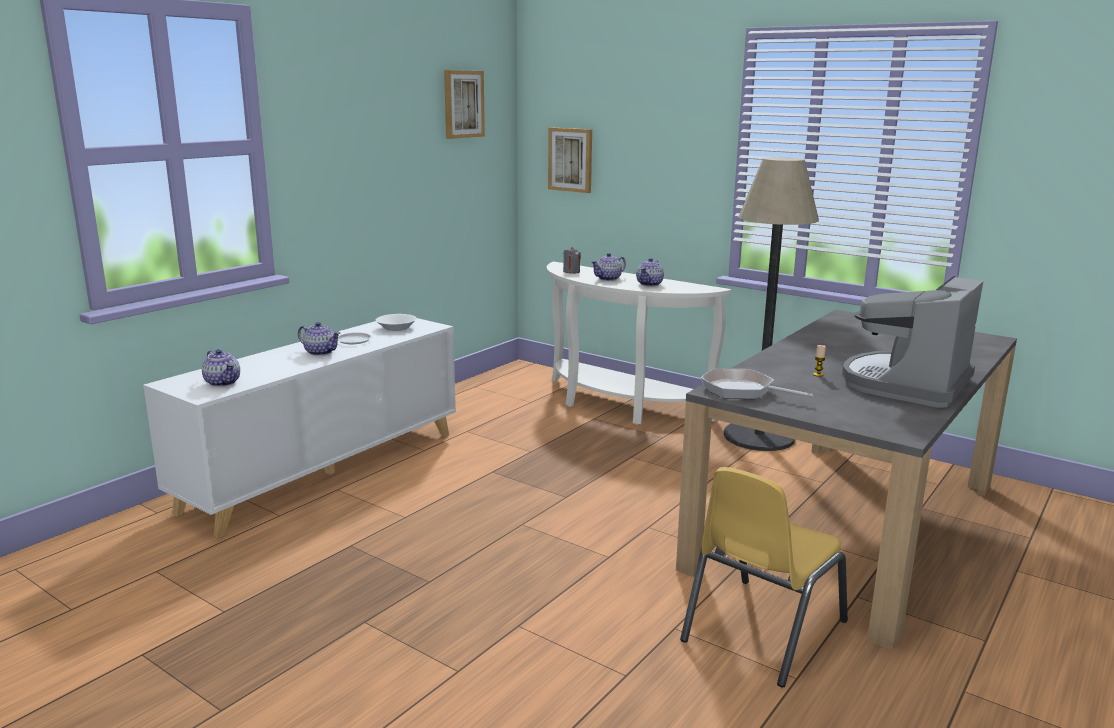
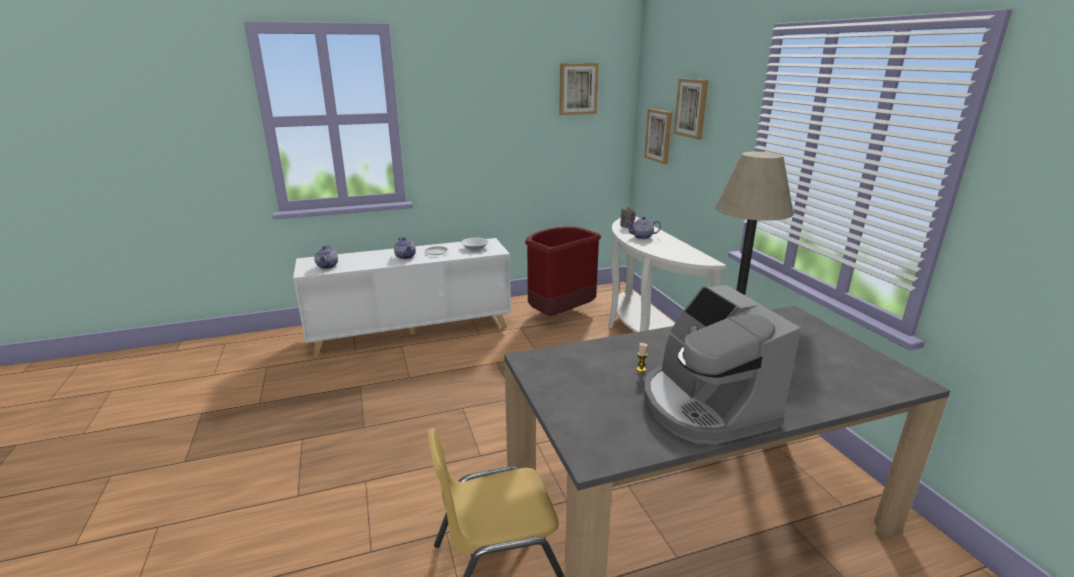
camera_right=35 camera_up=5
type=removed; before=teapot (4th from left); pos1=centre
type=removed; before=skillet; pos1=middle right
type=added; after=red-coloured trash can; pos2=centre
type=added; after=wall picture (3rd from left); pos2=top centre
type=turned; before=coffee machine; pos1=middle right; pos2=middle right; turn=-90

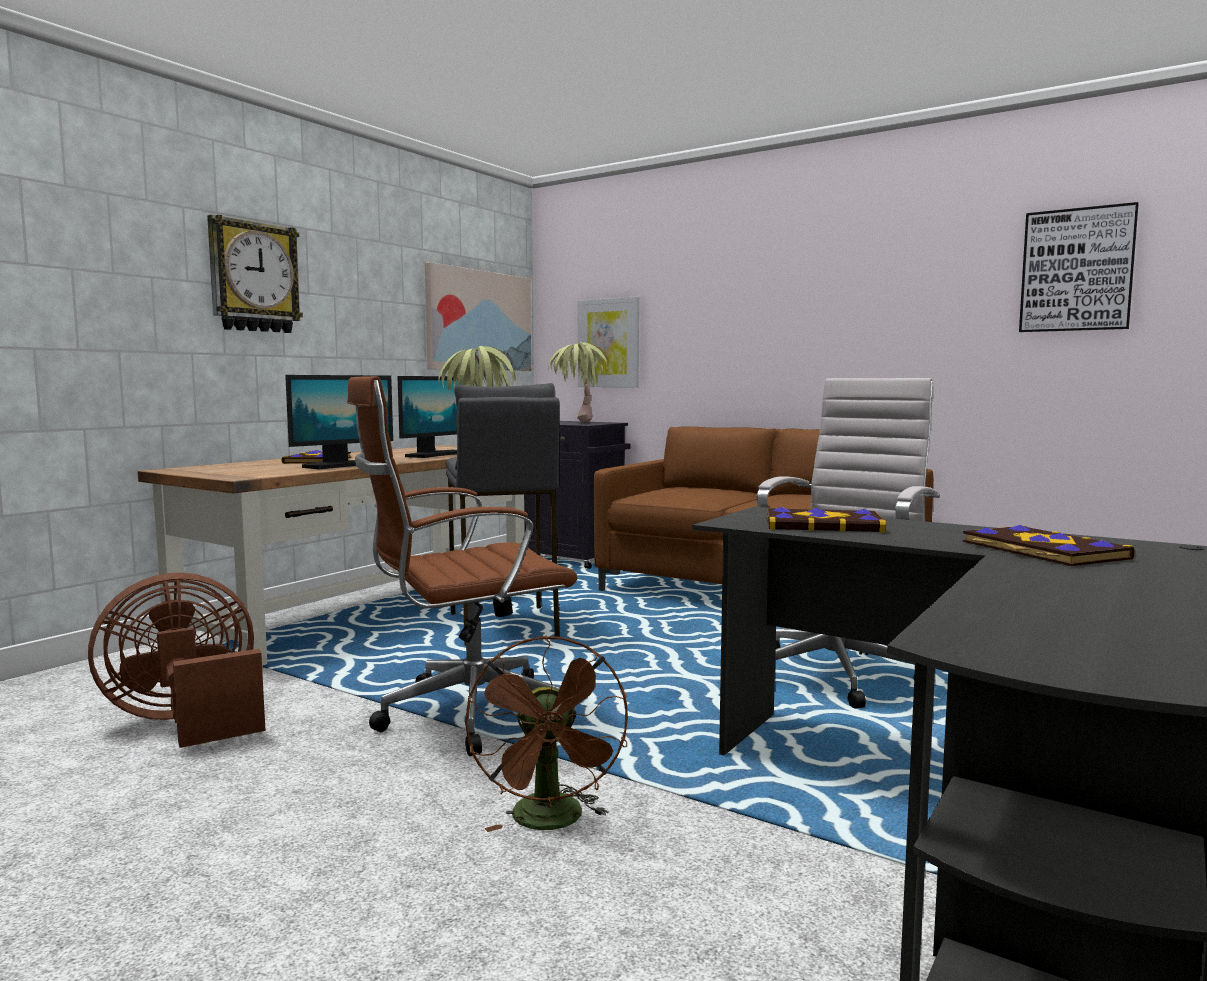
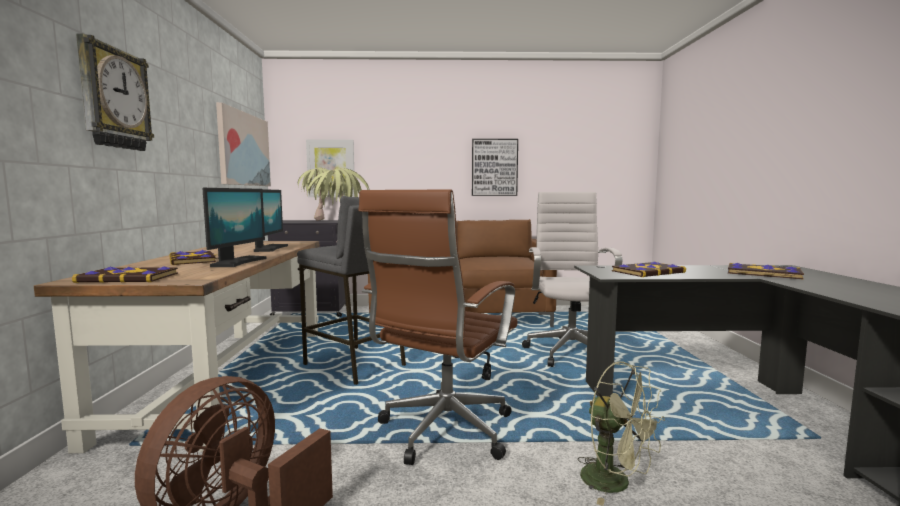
camera_right=-35 camera_up=0
type=added; after=bound book (1st from left); pos2=middle left
type=moved; before=wall picture (3rd from left); pos1=top right; pos2=top centre
type=recoloured; before=brown-coloured cooling fan (2nd from left); after=greenish cooling fan; pos1=bottom centre; pos2=bottom right

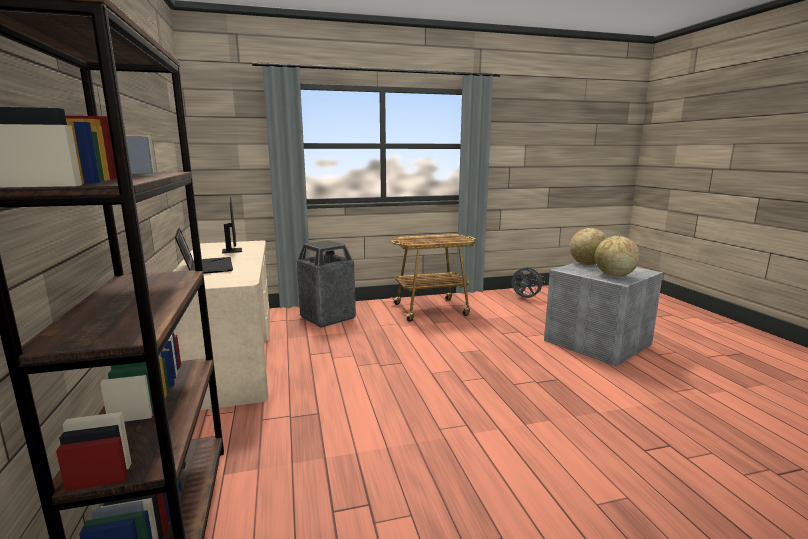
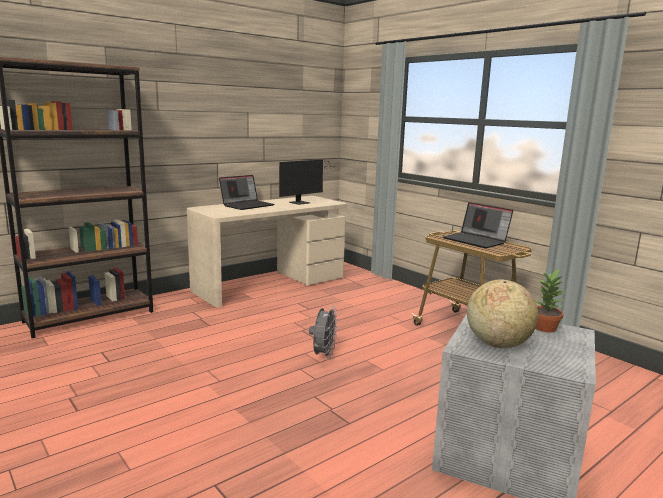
camera_right=65 camera_up=0
type=removed; before=trash can; pos1=centre
type=added; after=notebook computer (2nd from left); pos2=middle right
type=moved; before=greyish cooling fan; pos1=centre; pos2=bottom centre
type=replaced; before=world globe (1st from left); after=plant in a pot; pos1=middle right; pos2=middle right

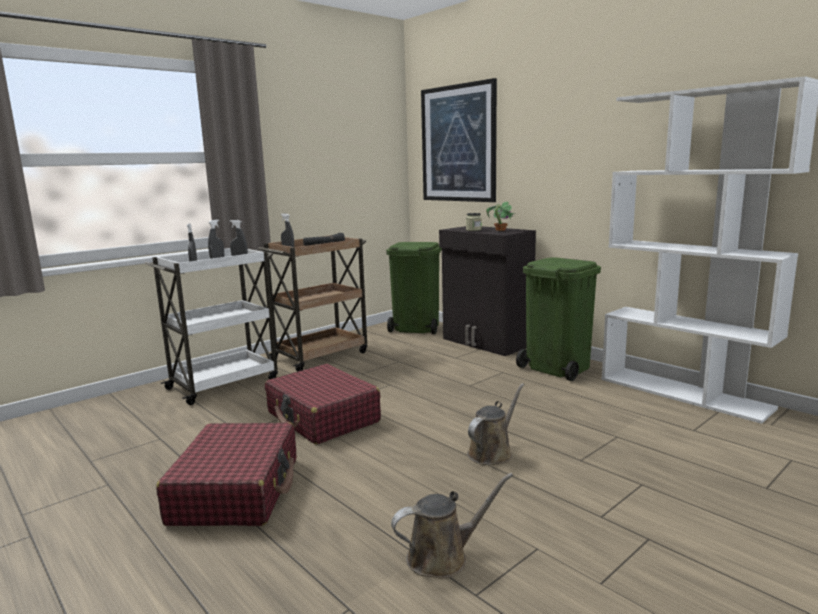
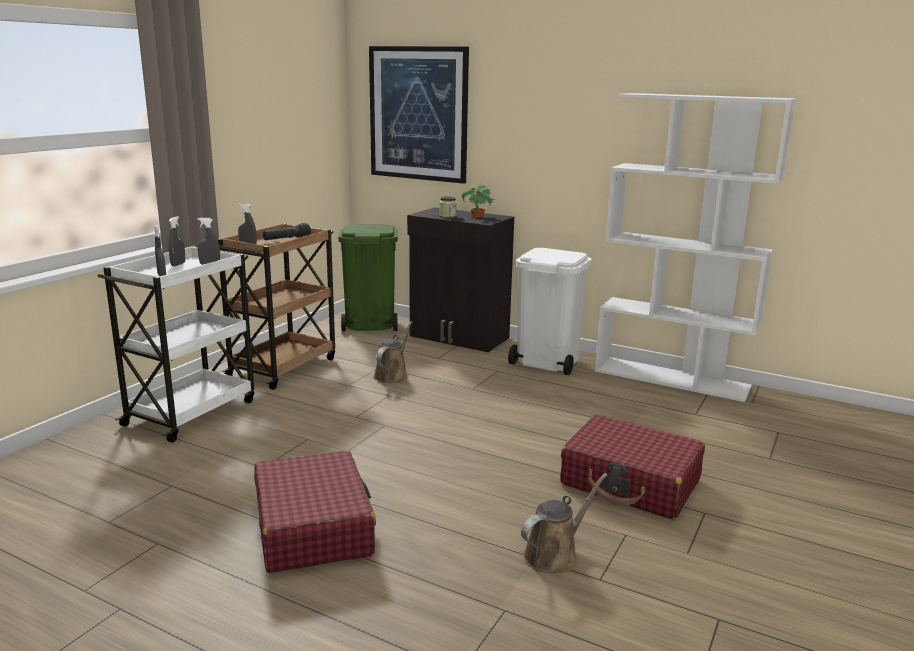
camera_right=-20 camera_up=5
type=moved; before=red-coloured suitcase (2nd from left); pos1=centre; pos2=bottom right
type=moved; before=brown-coloured watering pot (2nd from left in the first image); after=brown-coloured watering pot (1st from left); pos1=bottom centre; pos2=centre
type=recoloured; before=greenish trash can (2nd from left); after=whitish trash can; pos1=middle right; pos2=centre

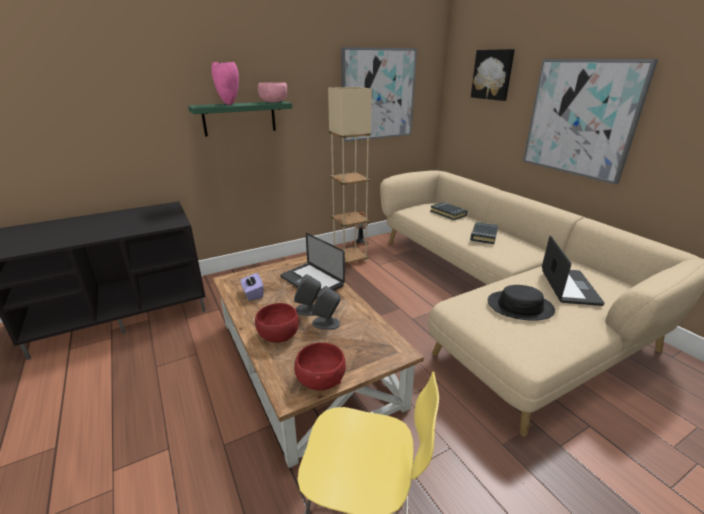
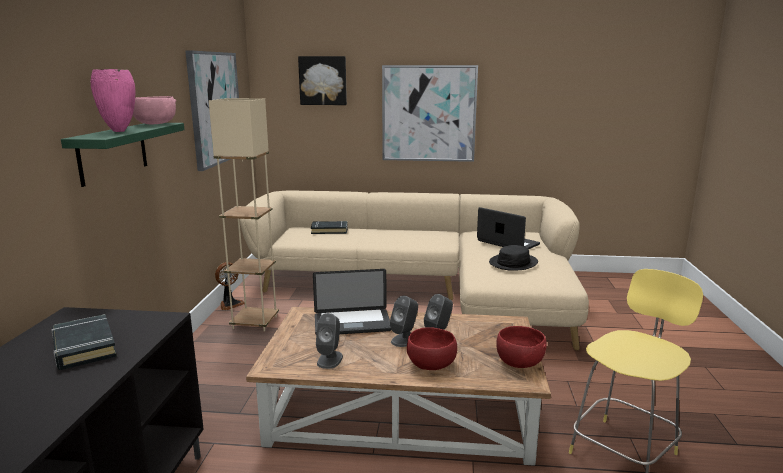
camera_right=-55 camera_up=-10
type=moved; before=black-coloured bound book (2nd from left in the first image); after=black-coloured bound book (1st from left); pos1=middle right; pos2=bottom left
type=replaced; before=purplish box of tissues; after=greyish loudspeaker (1st from left); pos1=centre; pos2=bottom centre

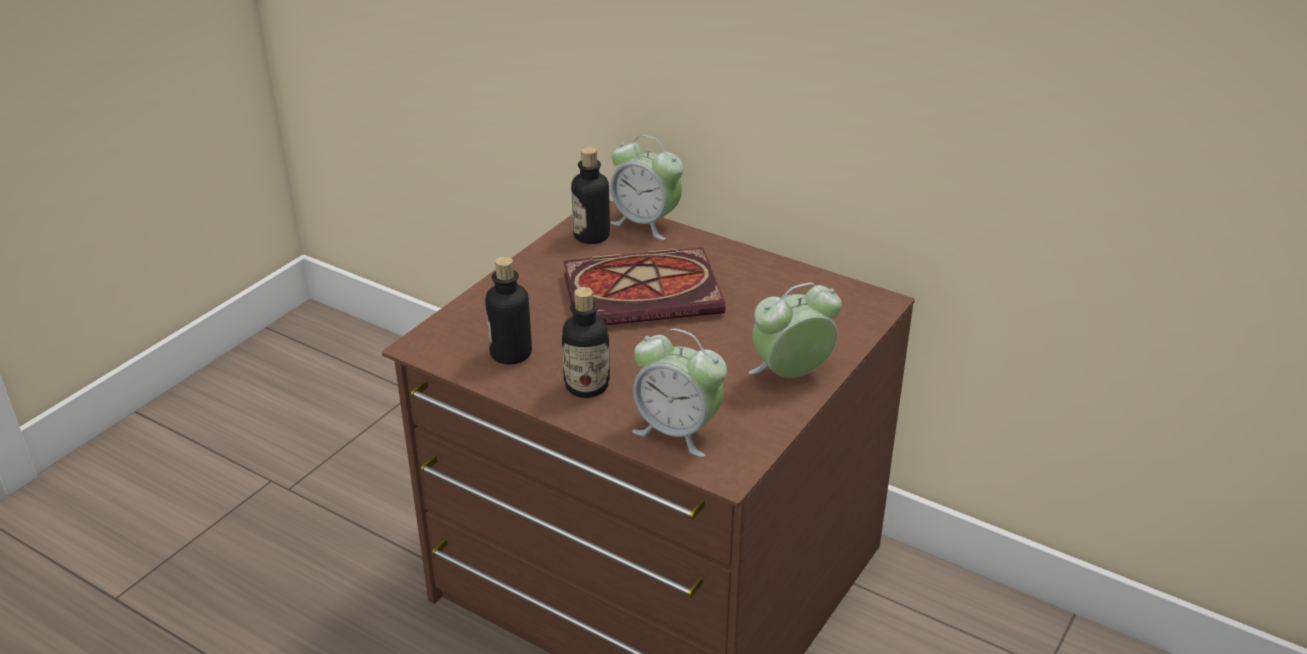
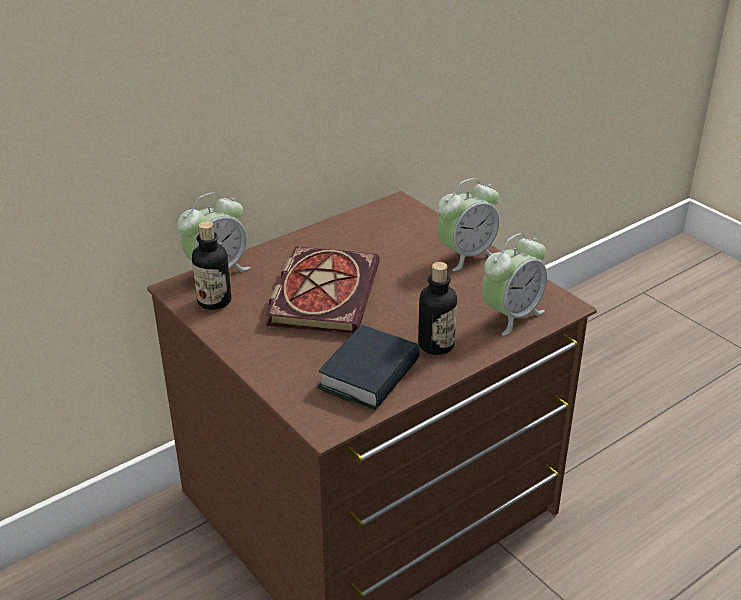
camera_right=-70 camera_up=0
type=replaced; before=beverage bottle (1st from left); after=bound book (2nd from left); pos1=centre; pos2=centre
type=turned; before=alarm clock (3rd from left in the first image); pos1=centre; pos2=centre; turn=-120

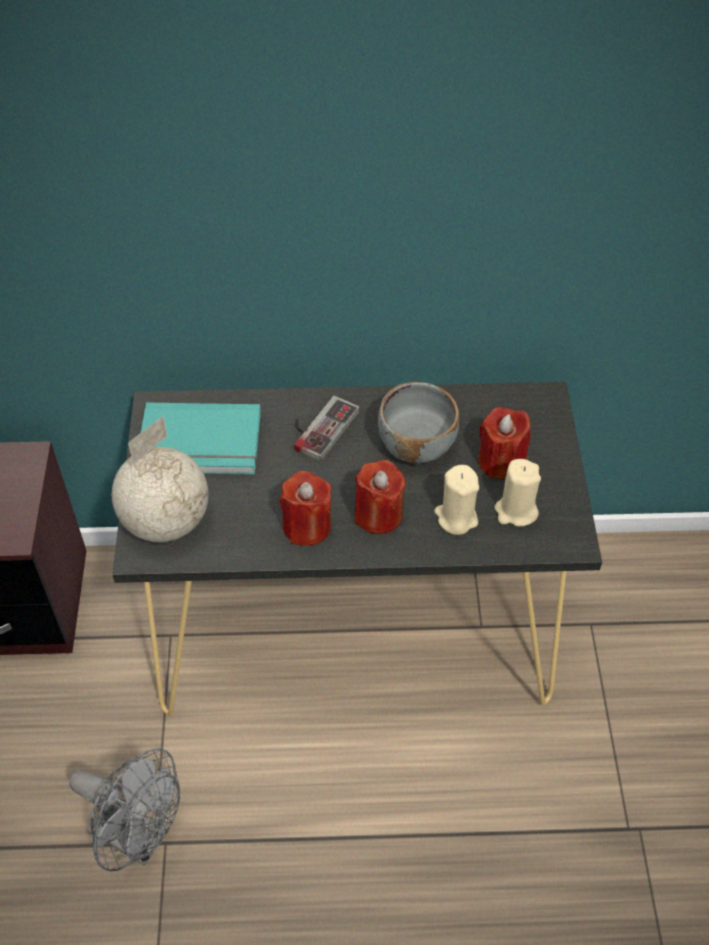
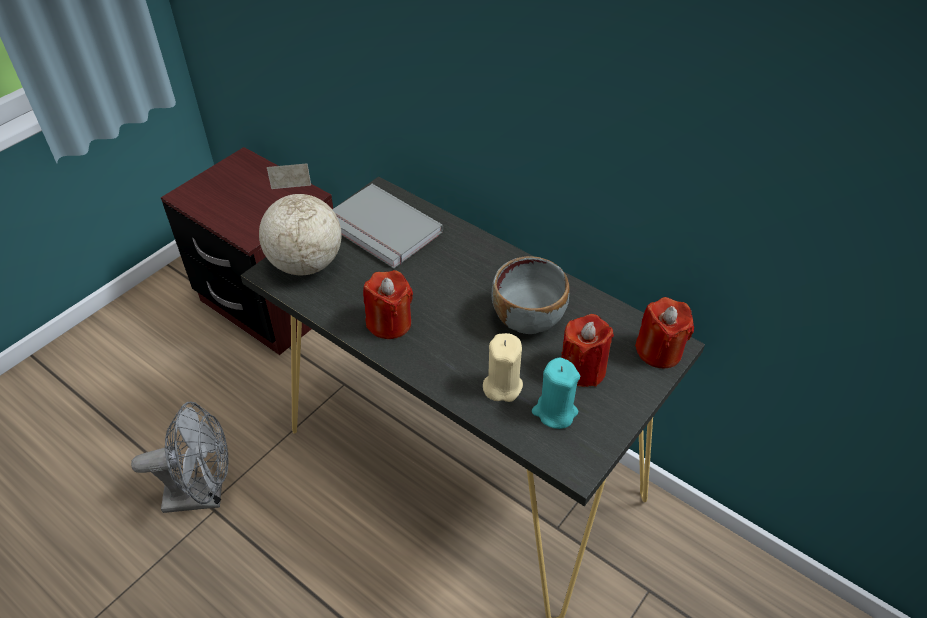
camera_right=40 camera_up=-5
type=removed; before=gamepad; pos1=centre
type=moved; before=red-coloured candle (2nd from left in the first image); after=red-coloured candle (3rd from left); pos1=centre; pos2=middle right
type=recoloured; before=turquoise-coloured bound book; after=greyish bound book; pos1=middle left; pos2=centre
type=recoloured; before=beige candle (2nd from left); after=turquoise-coloured candle; pos1=middle right; pos2=centre
type=turned; before=greyish cooling fan; pos1=bottom left; pos2=bottom left; turn=-75

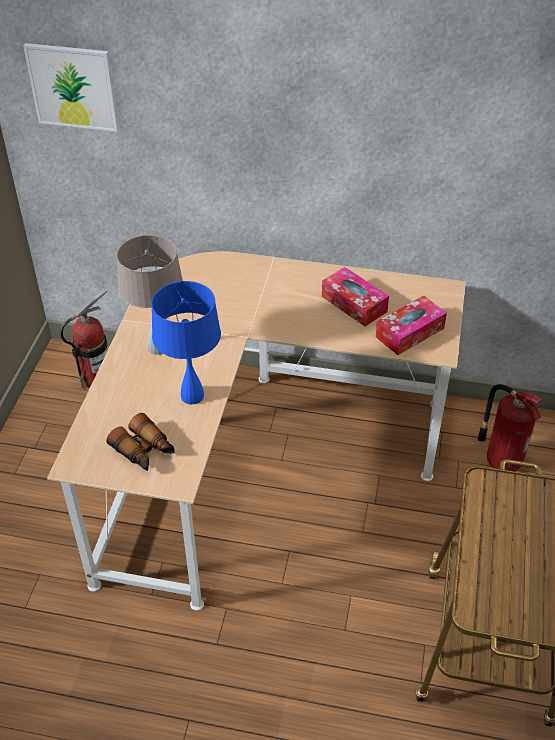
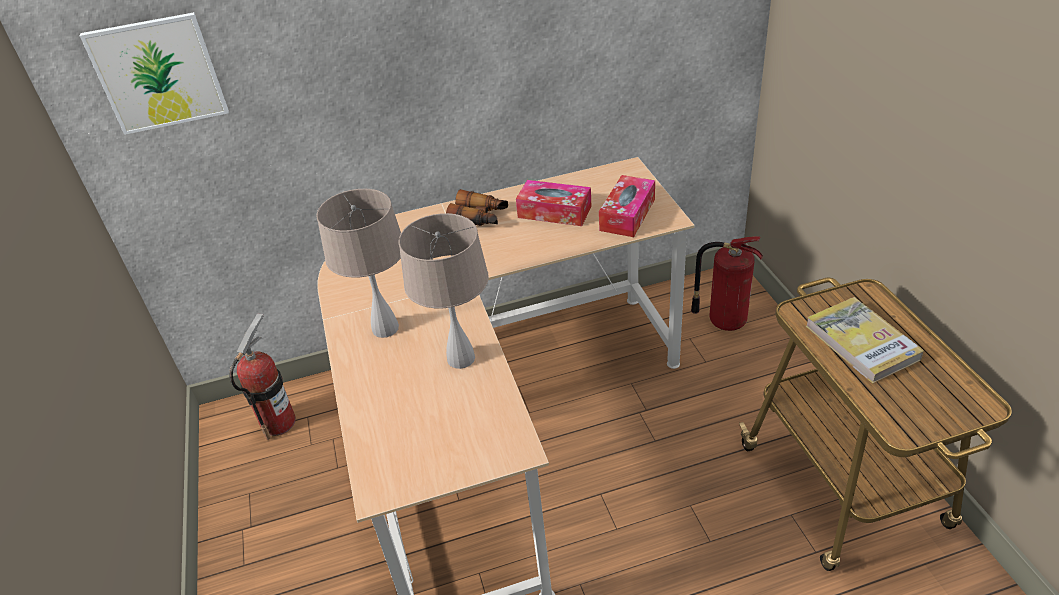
camera_right=-25 camera_up=-5
type=added; after=bound book; pos2=middle right
type=moved; before=field glasses; pos1=middle left; pos2=centre
type=recoloured; before=blue tabletop lamp; after=beige tabletop lamp (2nd from left); pos1=centre; pos2=centre

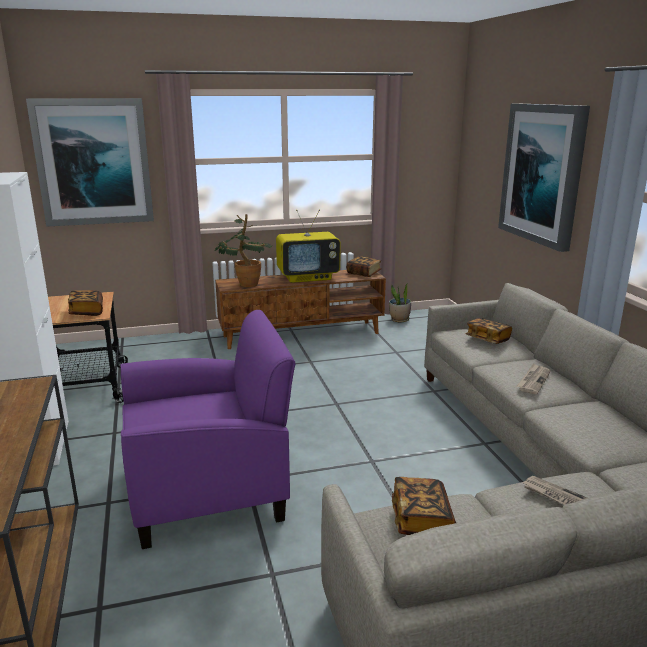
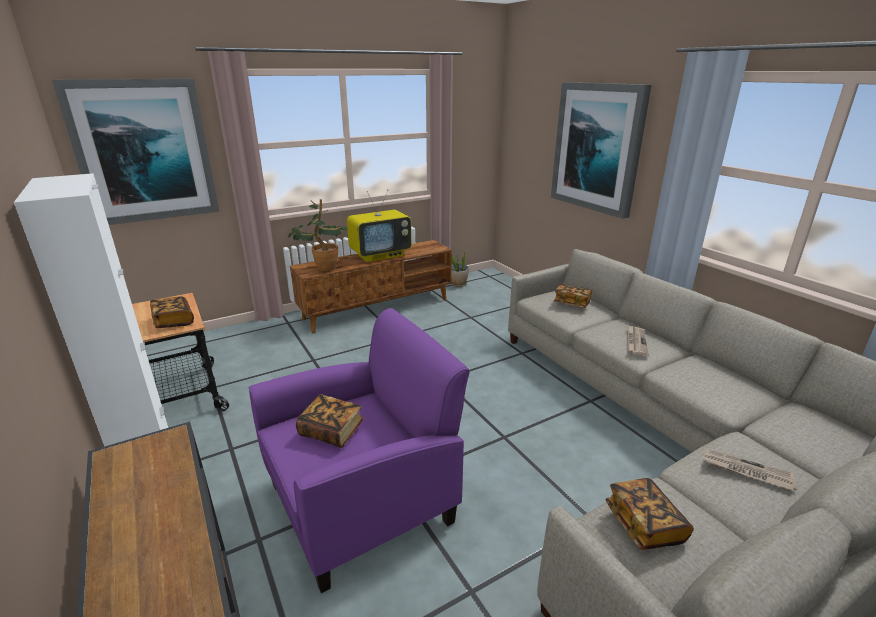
camera_right=-15 camera_up=5
type=moved; before=bound book (2nd from left); pos1=centre; pos2=bottom centre

